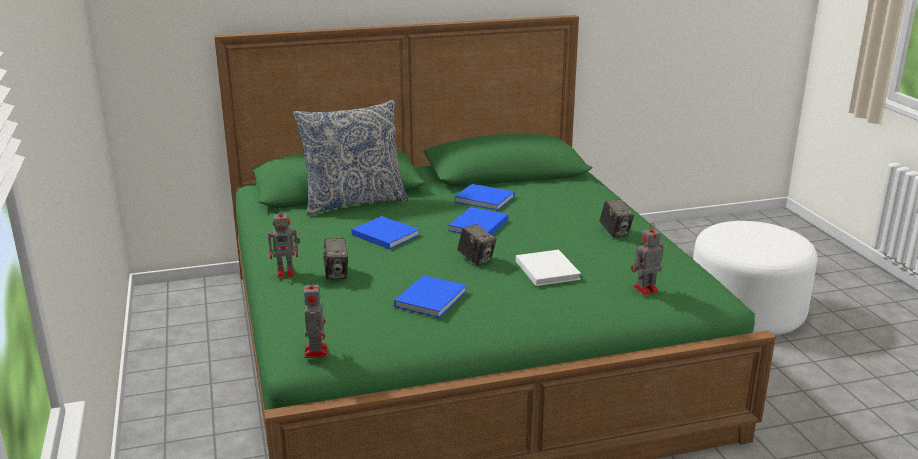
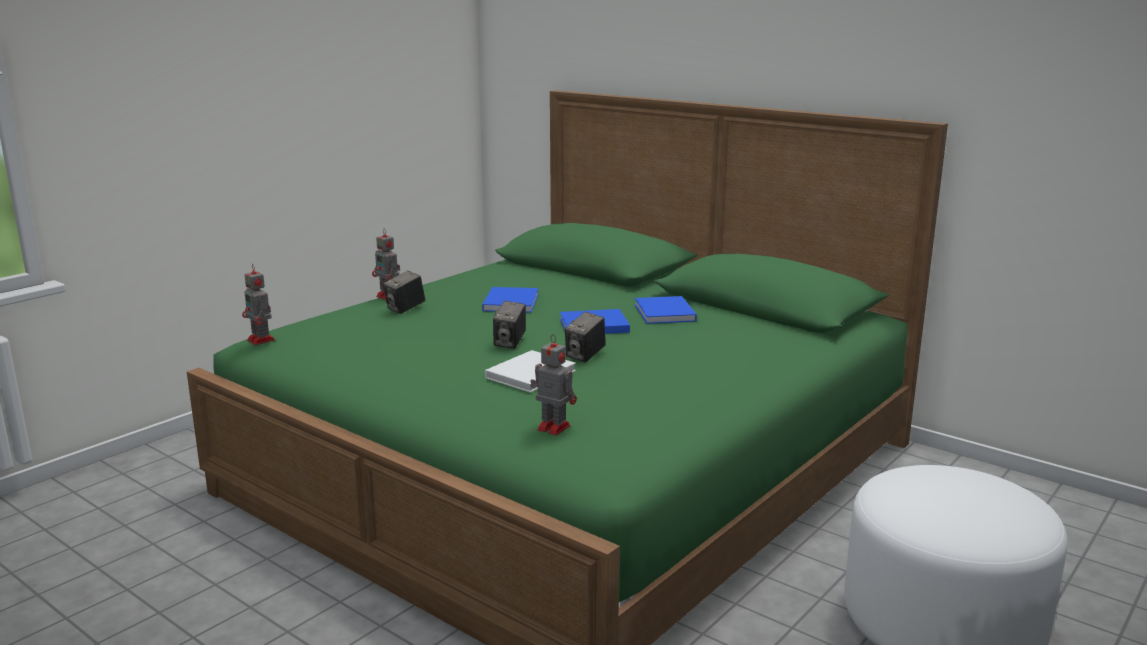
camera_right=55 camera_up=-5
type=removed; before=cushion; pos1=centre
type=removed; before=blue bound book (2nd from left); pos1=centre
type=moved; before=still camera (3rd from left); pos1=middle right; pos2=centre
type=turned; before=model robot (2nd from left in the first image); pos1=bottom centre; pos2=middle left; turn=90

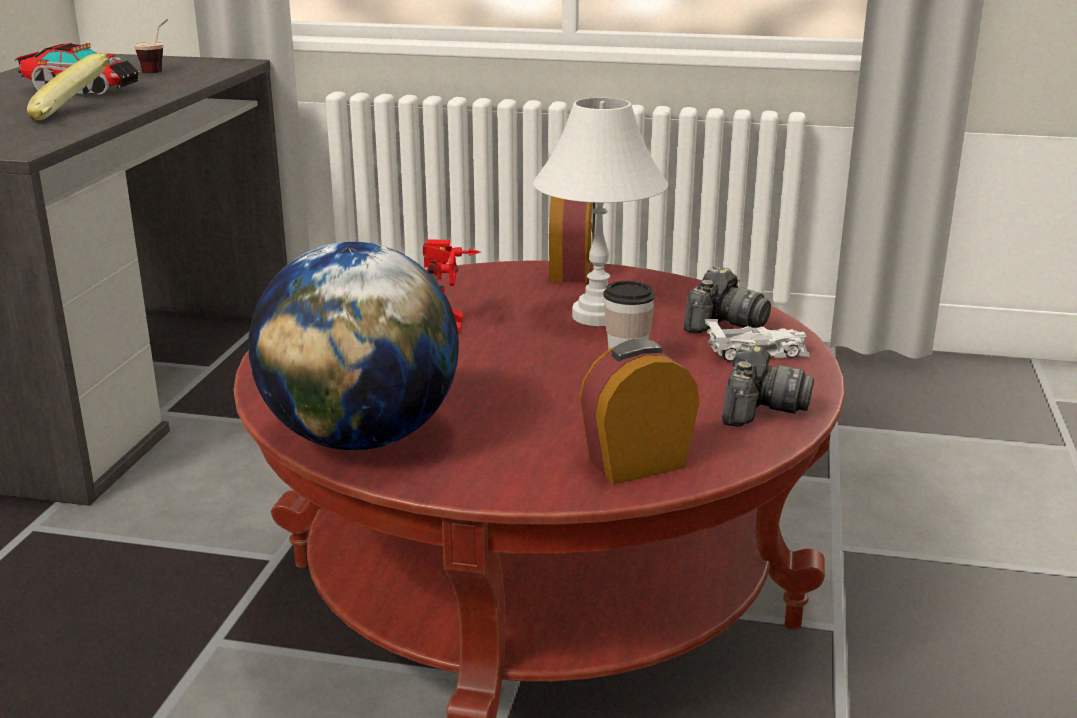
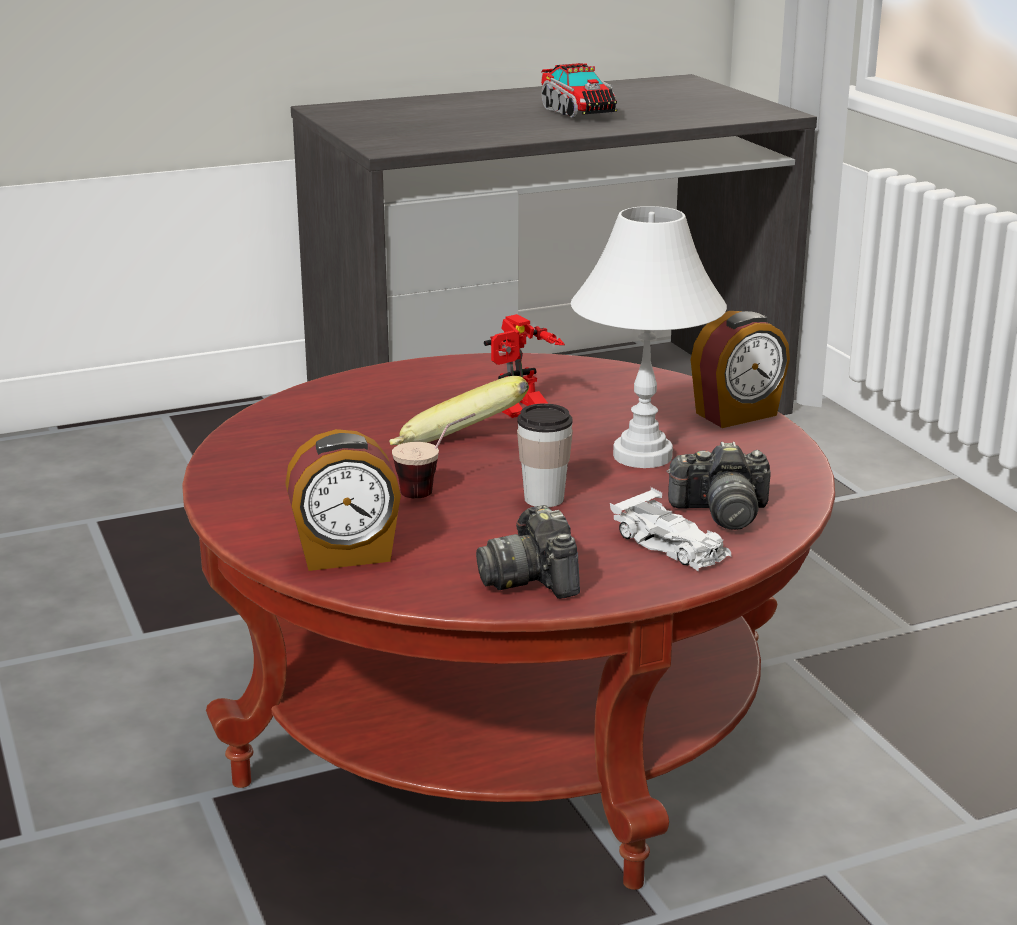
camera_right=55 camera_up=0
type=removed; before=world globe; pos1=middle left
type=moved; before=banana fruit; pos1=top left; pos2=centre
type=moved; before=drinking cup (1st from left); pos1=top left; pos2=centre
type=turned; before=alarm clock (2nd from left in the first image); pos1=centre; pos2=centre; turn=135
type=turned; before=still camera (2nd from left in the first image); pos1=middle right; pos2=centre; turn=90

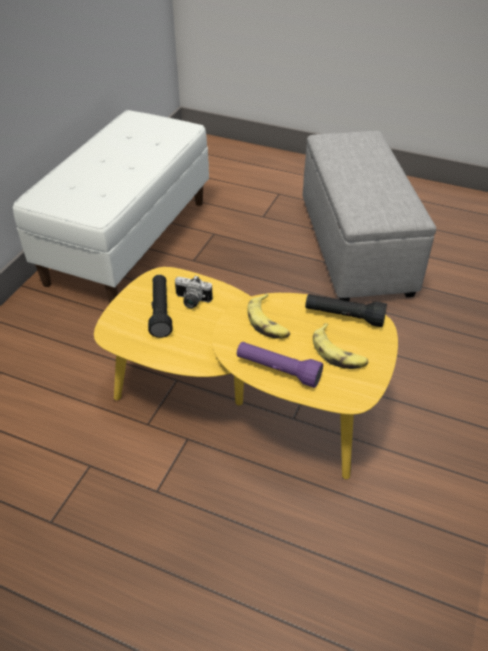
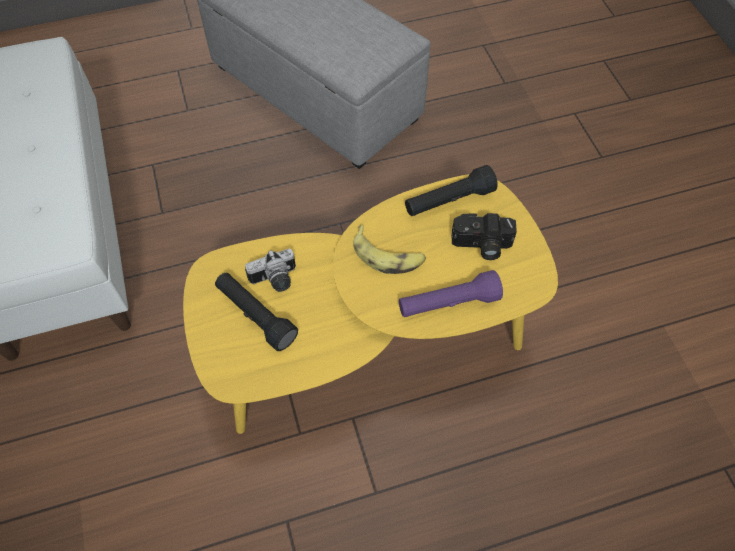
camera_right=-40 camera_up=15
type=replaced; before=banana fruit (2nd from left); after=still camera (2nd from left); pos1=middle right; pos2=centre

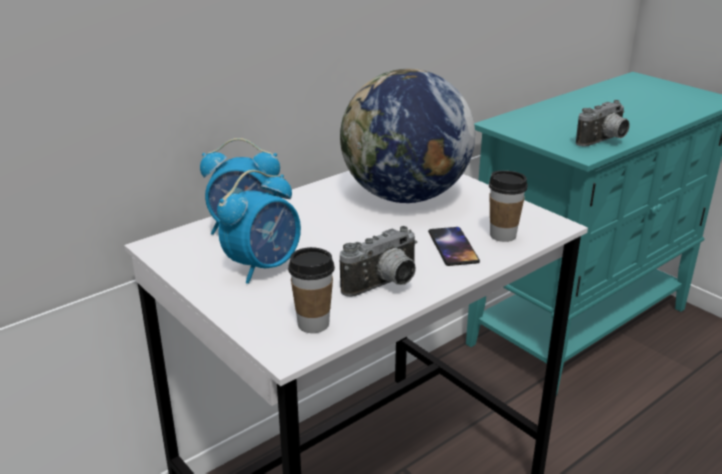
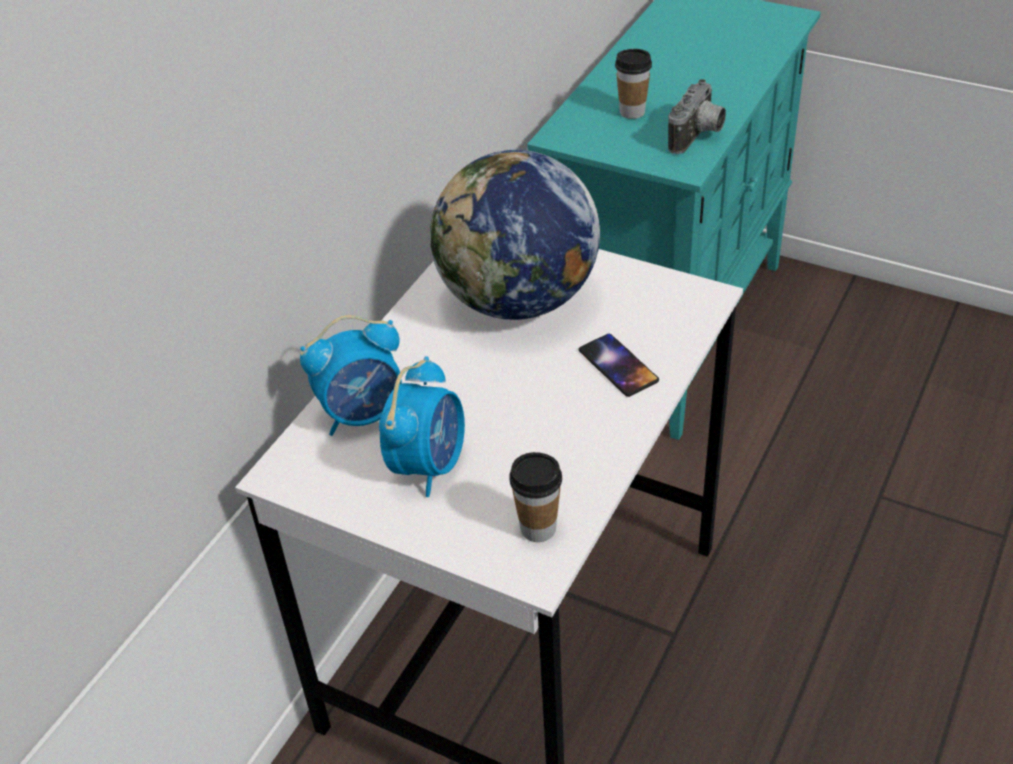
camera_right=-20 camera_up=15
type=removed; before=still camera (1st from left); pos1=centre
type=moved; before=drinking cup (2nd from left); pos1=middle right; pos2=top centre

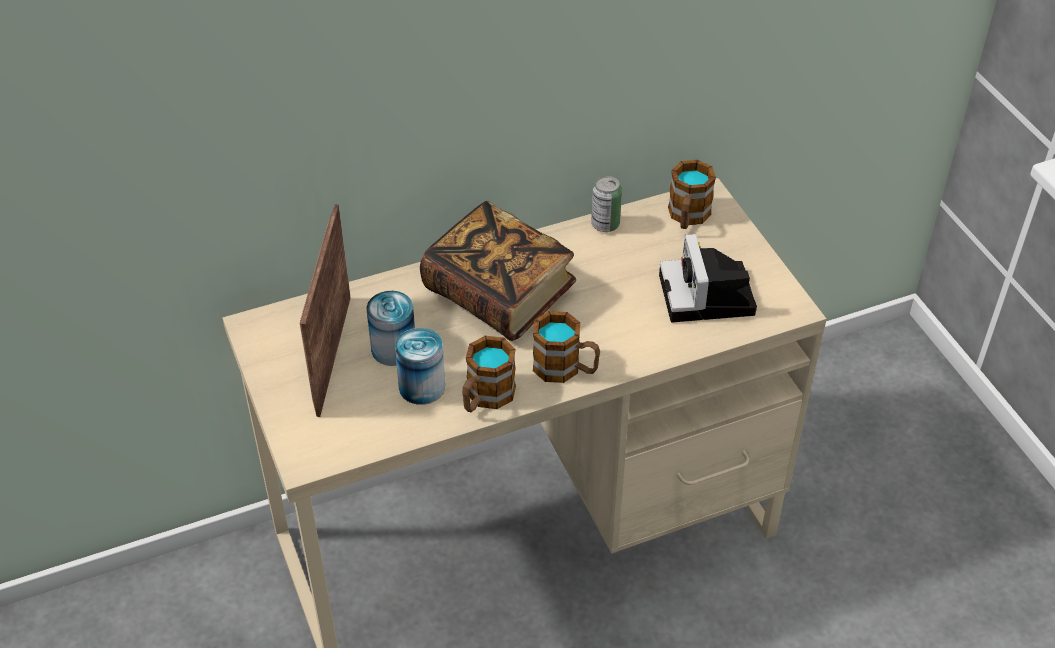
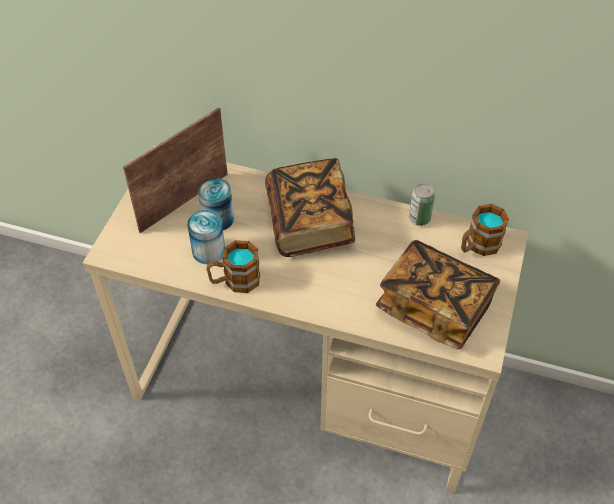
camera_right=40 camera_up=5
type=removed; before=coffee mug (2nd from left); pos1=centre
type=replaced; before=still camera; after=bound book (2nd from left); pos1=middle right; pos2=middle right

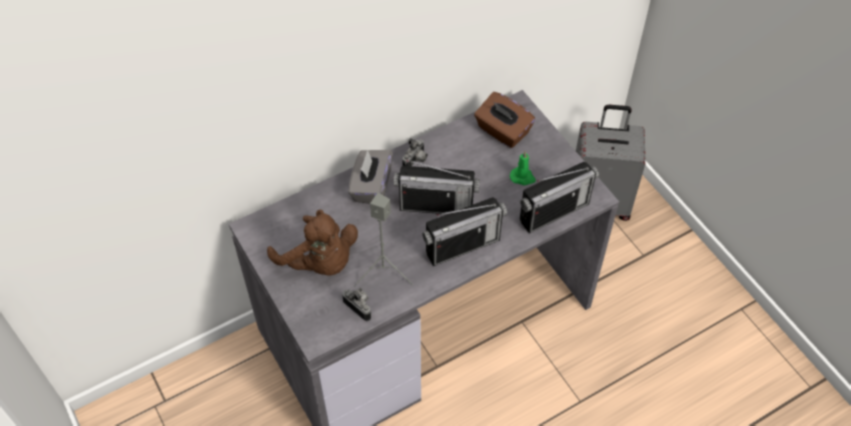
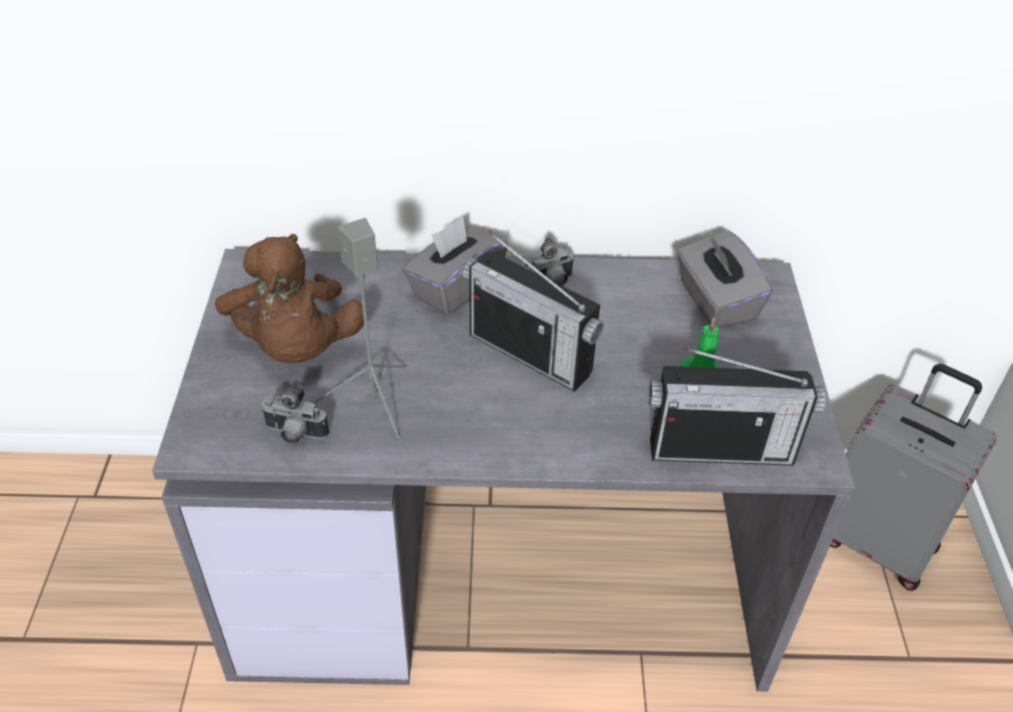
camera_right=30 camera_up=-10
type=removed; before=radio set (2nd from left); pos1=centre
type=recoloured; before=brown-coloured box of tissues; after=greyish box of tissues (2nd from left); pos1=top centre; pos2=middle right
type=turned; before=still camera (1st from left); pos1=bottom centre; pos2=middle left; turn=120

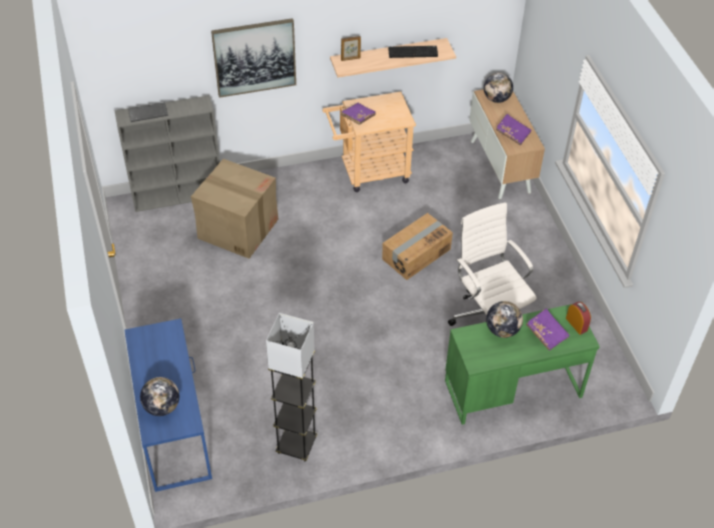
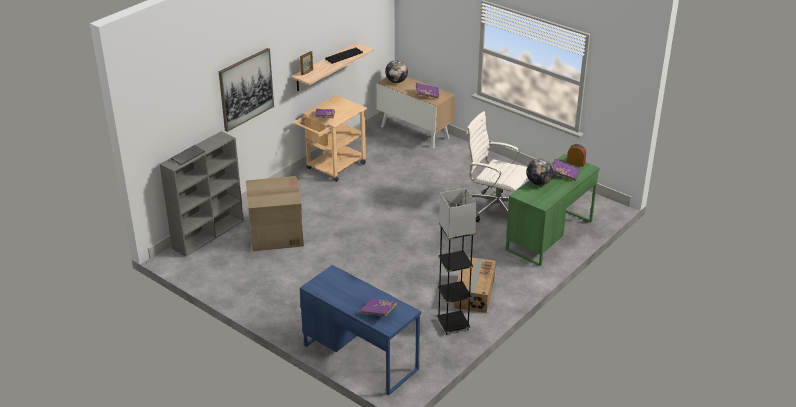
camera_right=-35 camera_up=-15
type=moved; before=packing box (2nd from left); pos1=centre; pos2=bottom centre
type=replaced; before=world globe (1st from left); after=purplish bound book (2nd from left); pos1=bottom left; pos2=bottom centre

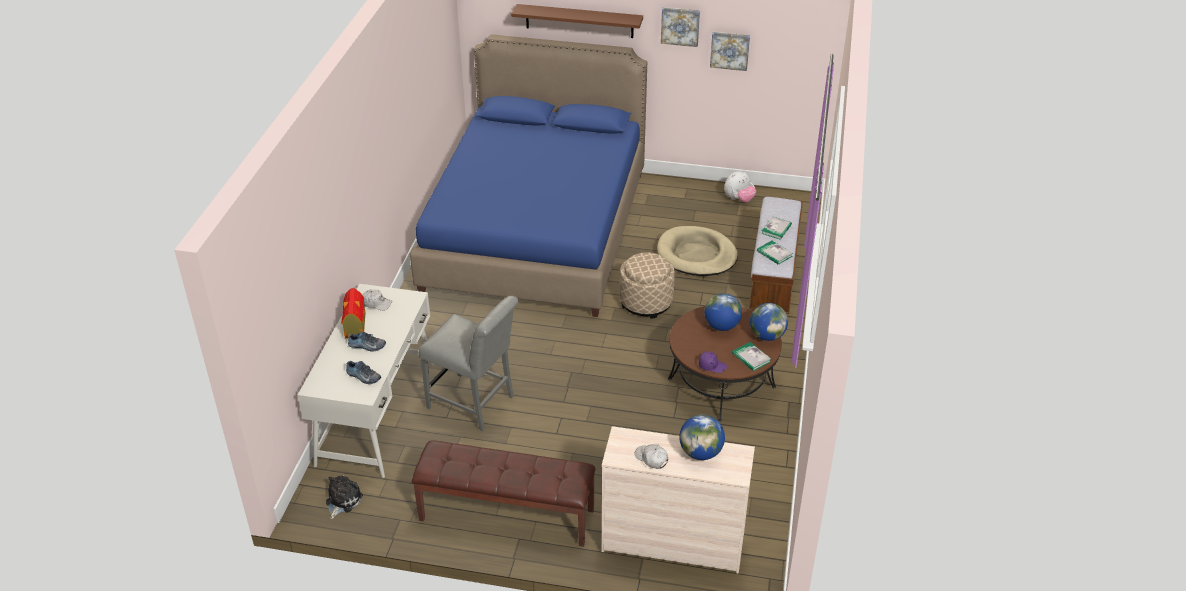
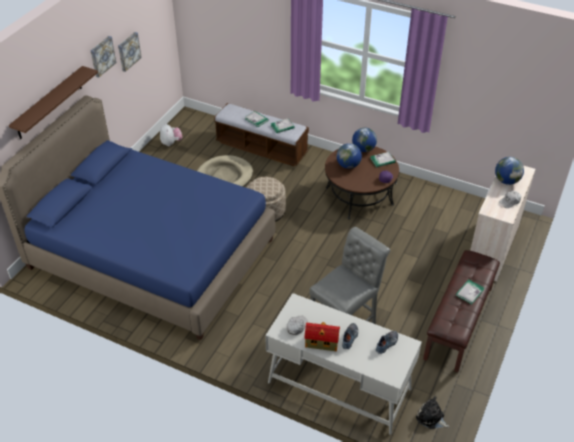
camera_right=-75 camera_up=5
type=added; after=bound book (4th from left); pos2=middle right

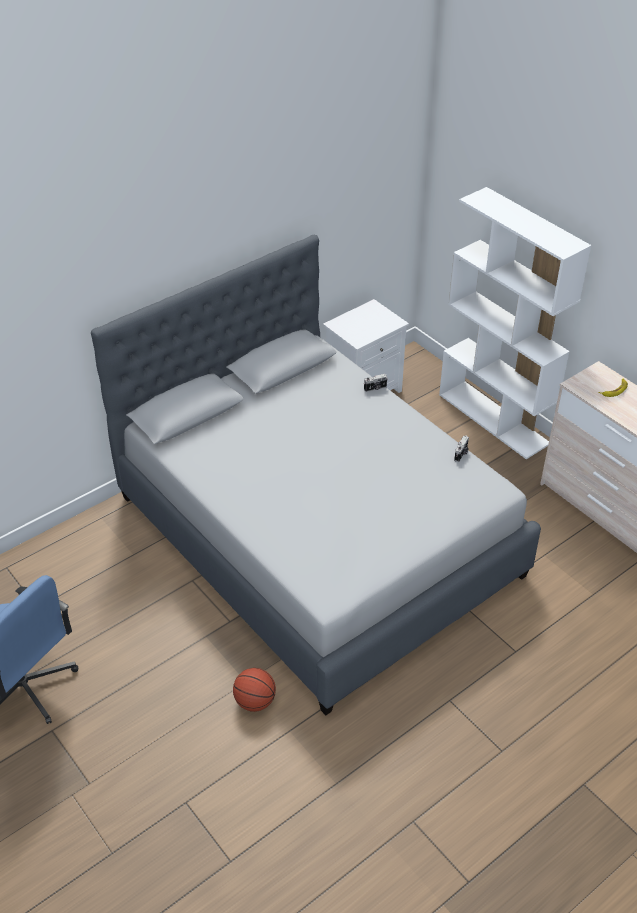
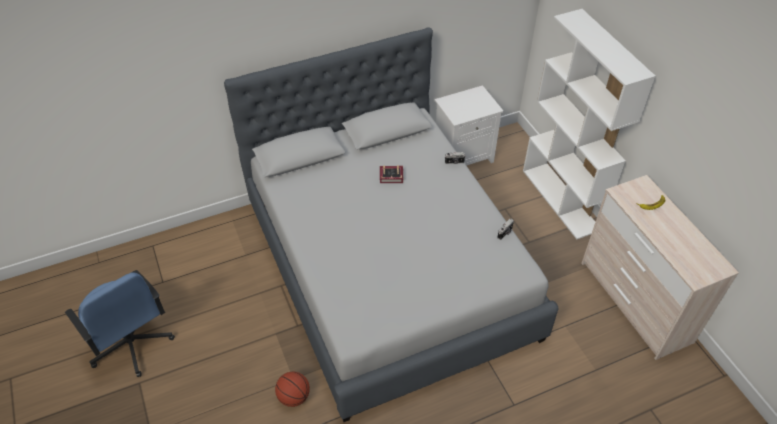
camera_right=15 camera_up=5
type=added; after=bound book; pos2=centre

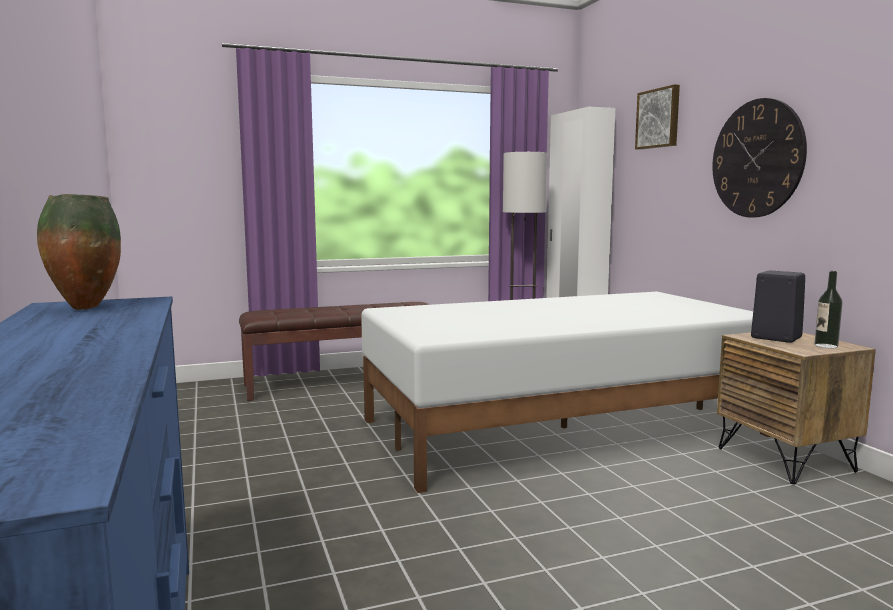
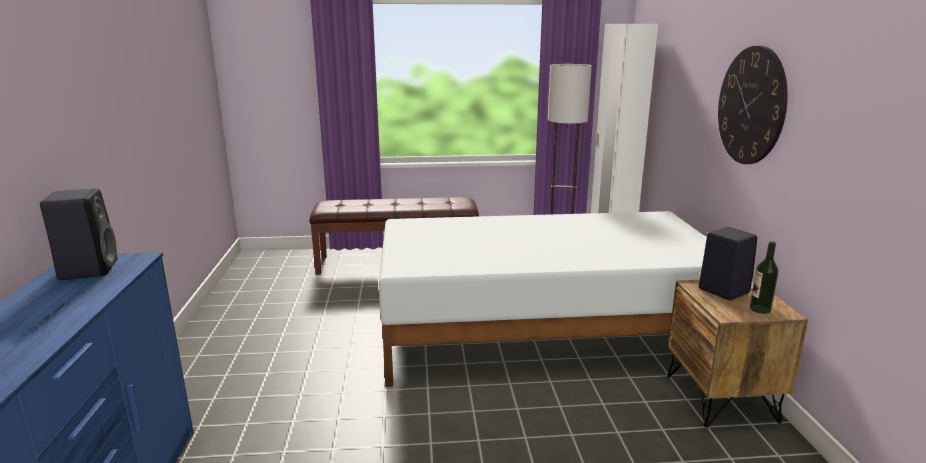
camera_right=15 camera_up=10
type=removed; before=wall picture; pos1=top right
type=replaced; before=flower vase; after=black-coloured loudspeaker (1st from left); pos1=middle left; pos2=middle left

